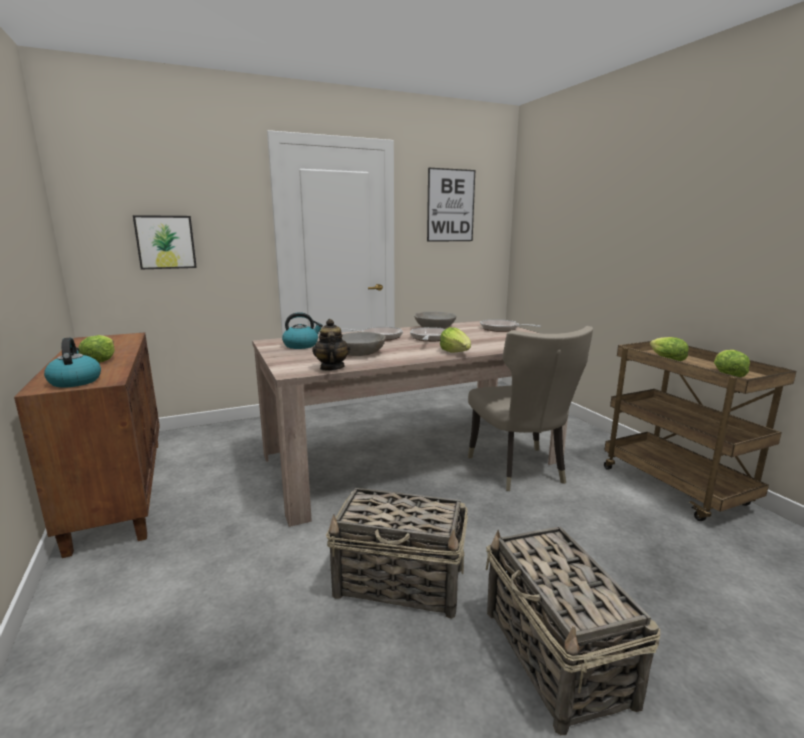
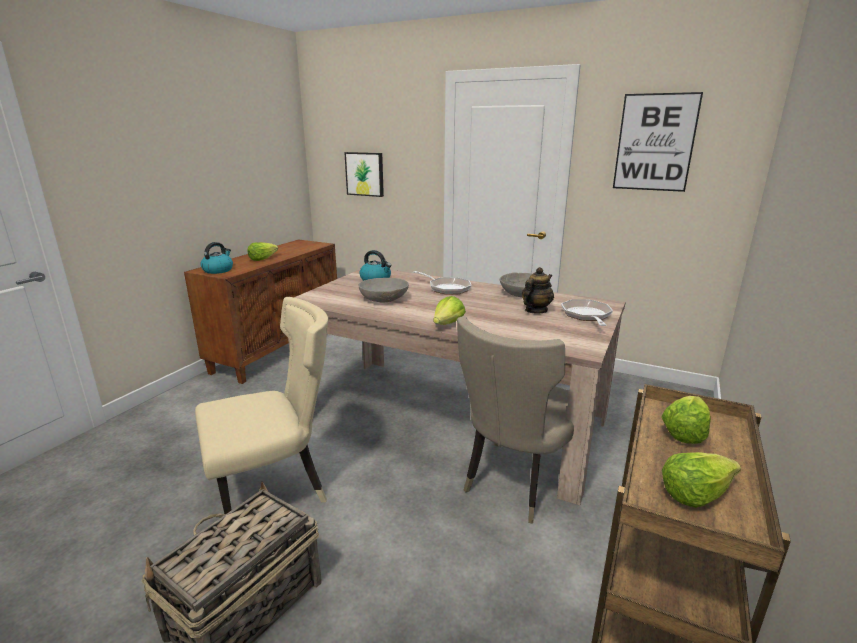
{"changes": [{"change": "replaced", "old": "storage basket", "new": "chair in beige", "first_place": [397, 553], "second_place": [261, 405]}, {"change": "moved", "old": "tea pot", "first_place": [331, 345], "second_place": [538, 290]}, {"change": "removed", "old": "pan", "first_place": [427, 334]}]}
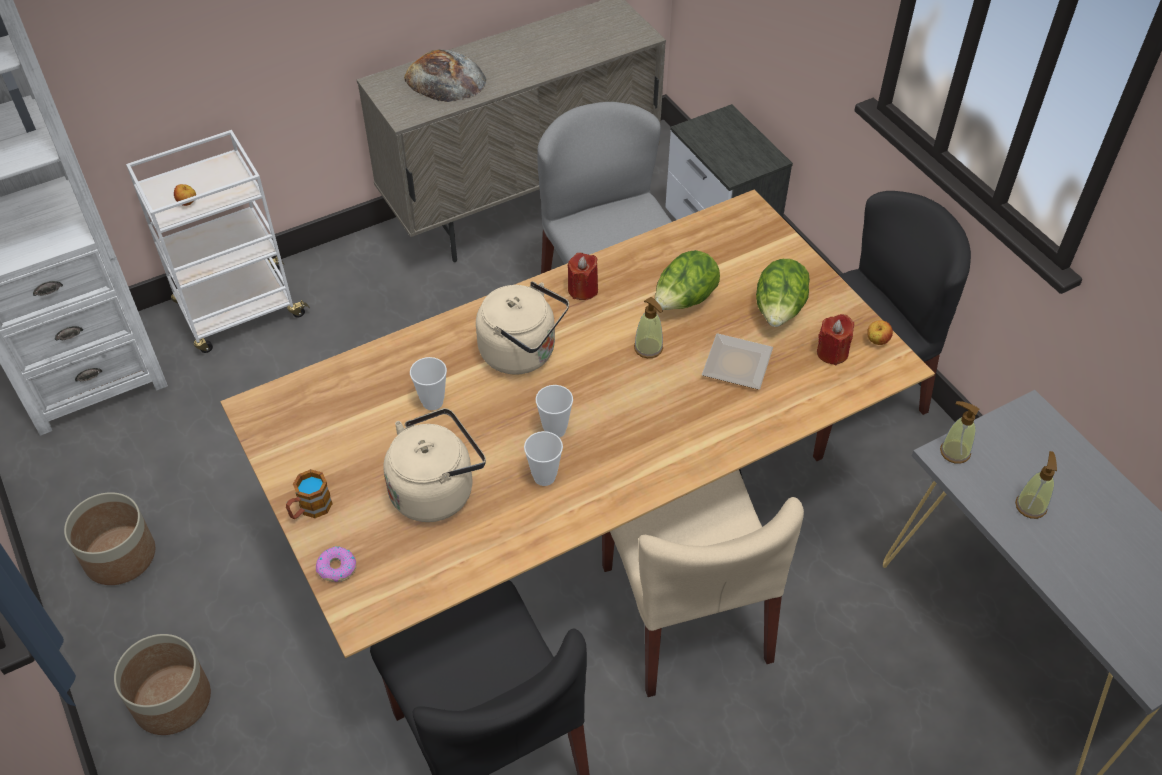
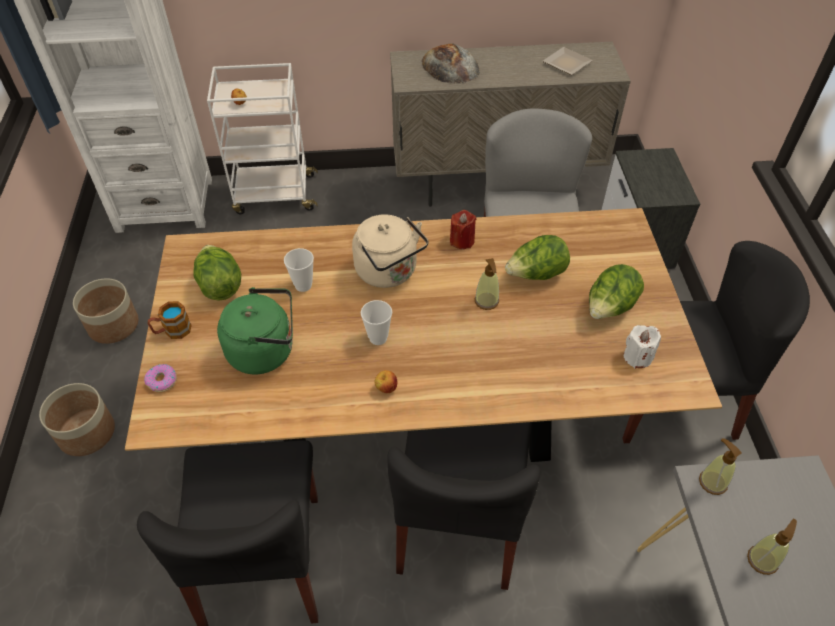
{"changes": [{"change": "added", "new": "head of lettuce", "second_place": [217, 273]}, {"change": "recoloured", "old": "tea kettle in beige", "new": "tea kettle in green-coloured", "first_place": [434, 465], "second_place": [255, 330]}, {"change": "moved", "old": "whole apple", "first_place": [880, 332], "second_place": [385, 381]}, {"change": "recoloured", "old": "chair in beige", "new": "chair in black-coloured", "first_place": [703, 583], "second_place": [463, 506]}, {"change": "moved", "old": "dinner plate", "first_place": [737, 361], "second_place": [568, 61]}, {"change": "recoloured", "old": "candle in reddish", "new": "candle in white", "first_place": [835, 339], "second_place": [642, 347]}, {"change": "removed", "old": "drinking cup", "first_place": [543, 458]}]}
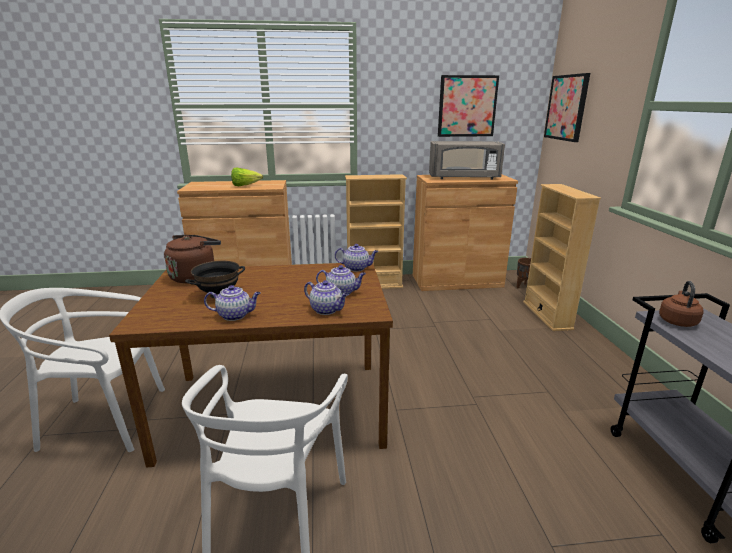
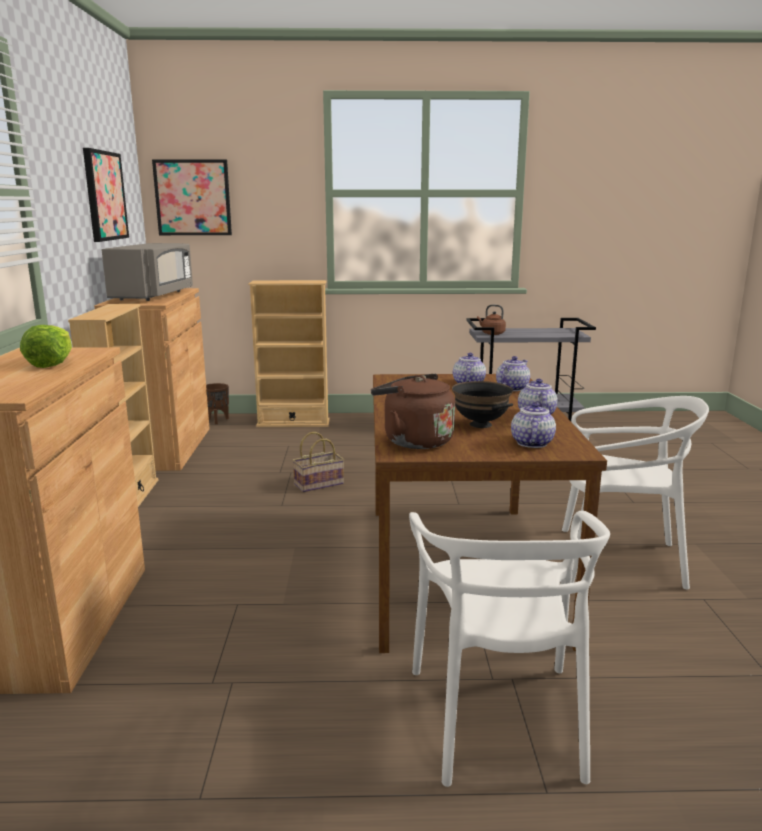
{"changes": [{"change": "added", "new": "storage basket", "second_place": [318, 462]}, {"change": "moved", "old": "tea pot", "first_place": [356, 258], "second_place": [533, 425]}]}
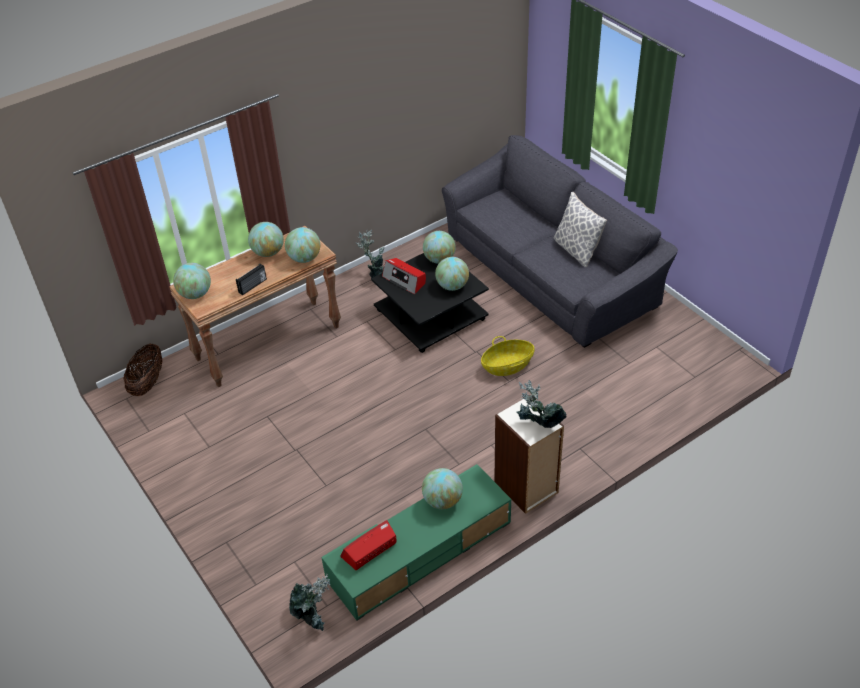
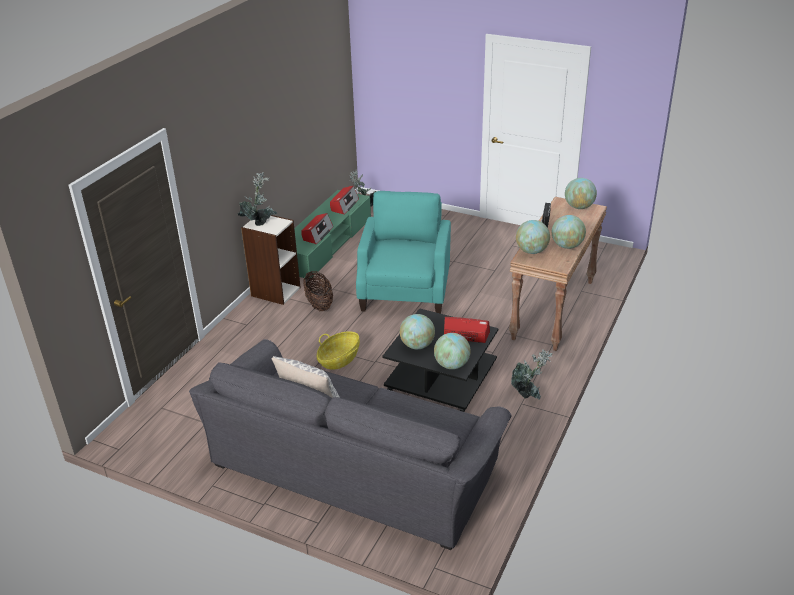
{"changes": [{"change": "replaced", "old": "world globe", "new": "radio set", "first_place": [442, 488], "second_place": [317, 228]}, {"change": "moved", "old": "storage basket", "first_place": [143, 370], "second_place": [318, 291]}, {"change": "added", "new": "easy chair in turquoise", "second_place": [403, 252]}]}
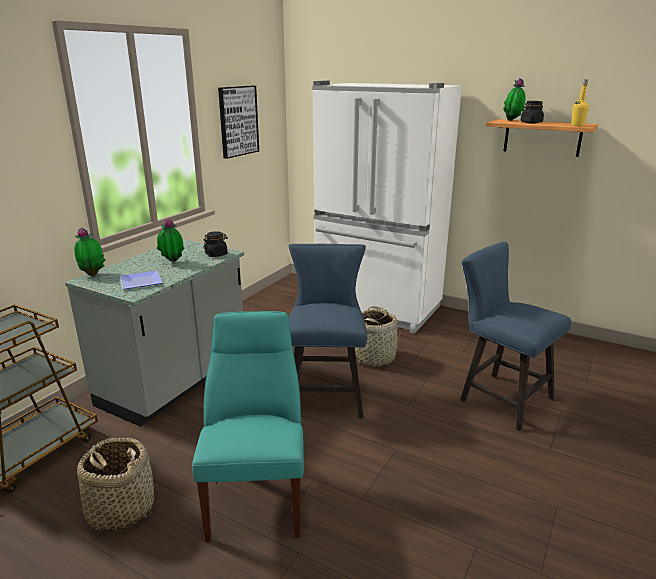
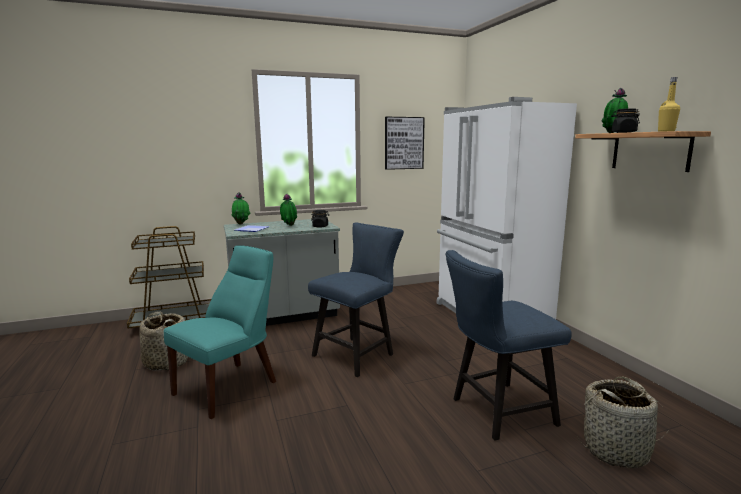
{"changes": [{"change": "turned", "old": "chair in blue-coloured", "first_place": [515, 336], "second_place": [509, 345], "degrees": -105}, {"change": "moved", "old": "storage basket", "first_place": [376, 336], "second_place": [623, 422]}]}
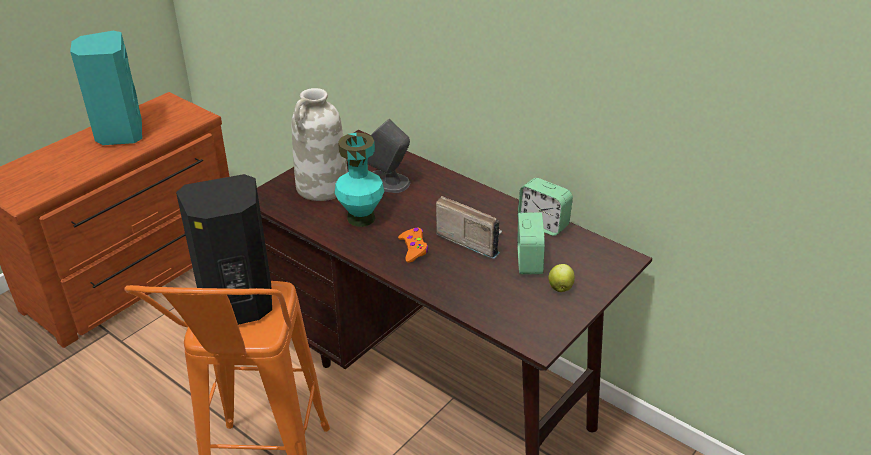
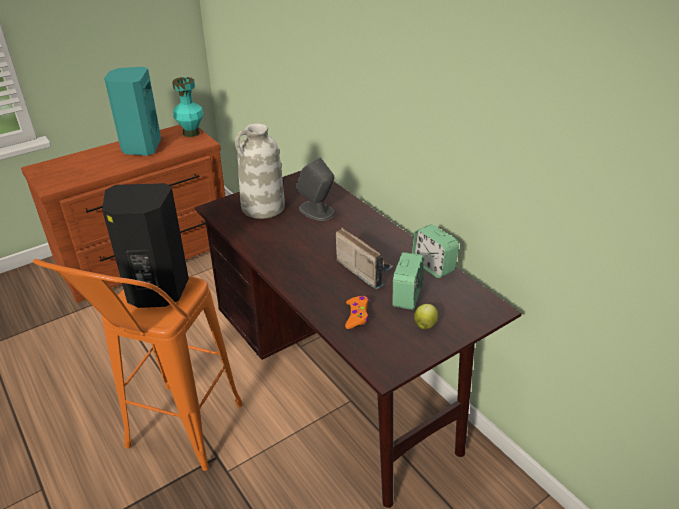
{"changes": [{"change": "moved", "old": "vase in turquoise", "first_place": [359, 180], "second_place": [188, 107]}, {"change": "moved", "old": "game controller in orangey", "first_place": [413, 245], "second_place": [357, 312]}]}
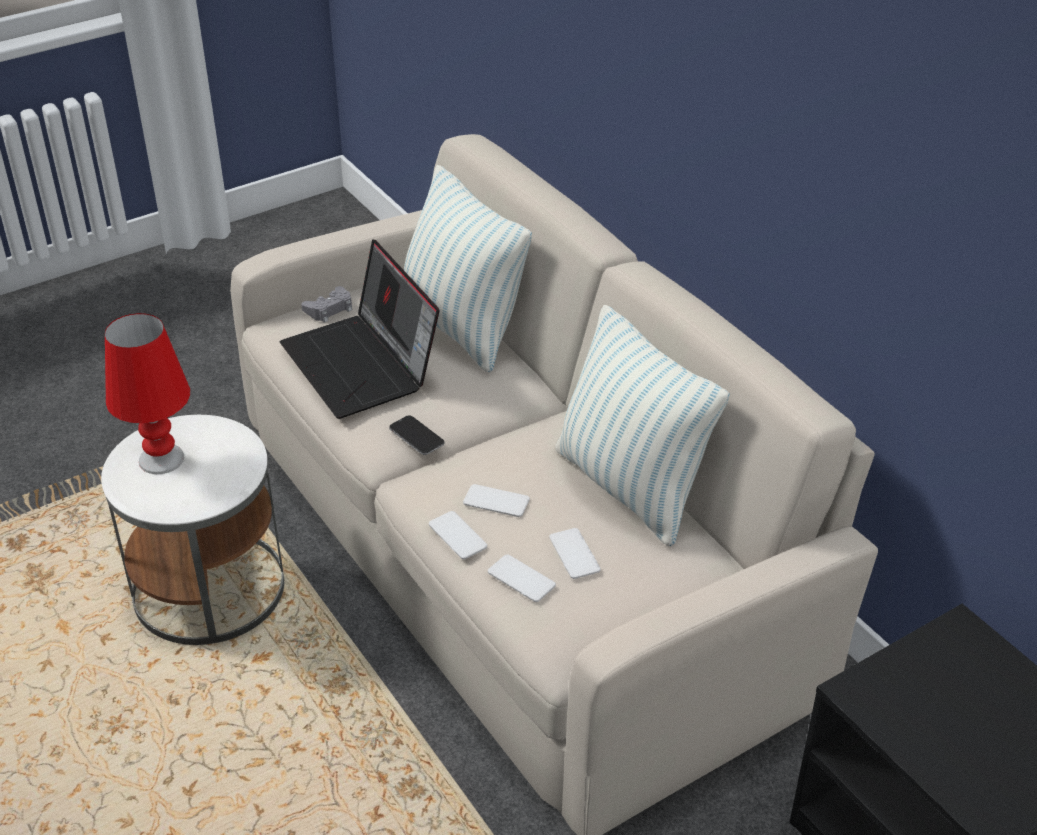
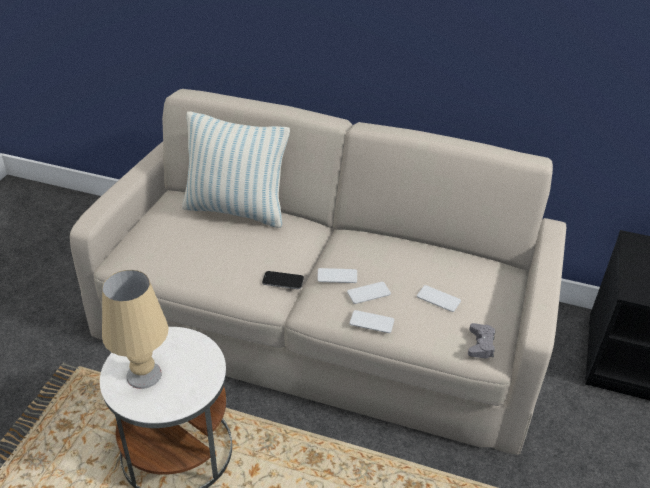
{"changes": [{"change": "recoloured", "old": "table lamp in reddish", "new": "table lamp in beige", "first_place": [147, 393], "second_place": [135, 329]}, {"change": "moved", "old": "telephone", "first_place": [522, 578], "second_place": [337, 275]}, {"change": "moved", "old": "game controller in gray", "first_place": [326, 304], "second_place": [481, 341]}, {"change": "removed", "old": "notebook computer", "first_place": [359, 329]}, {"change": "removed", "old": "cushion", "first_place": [642, 425]}]}
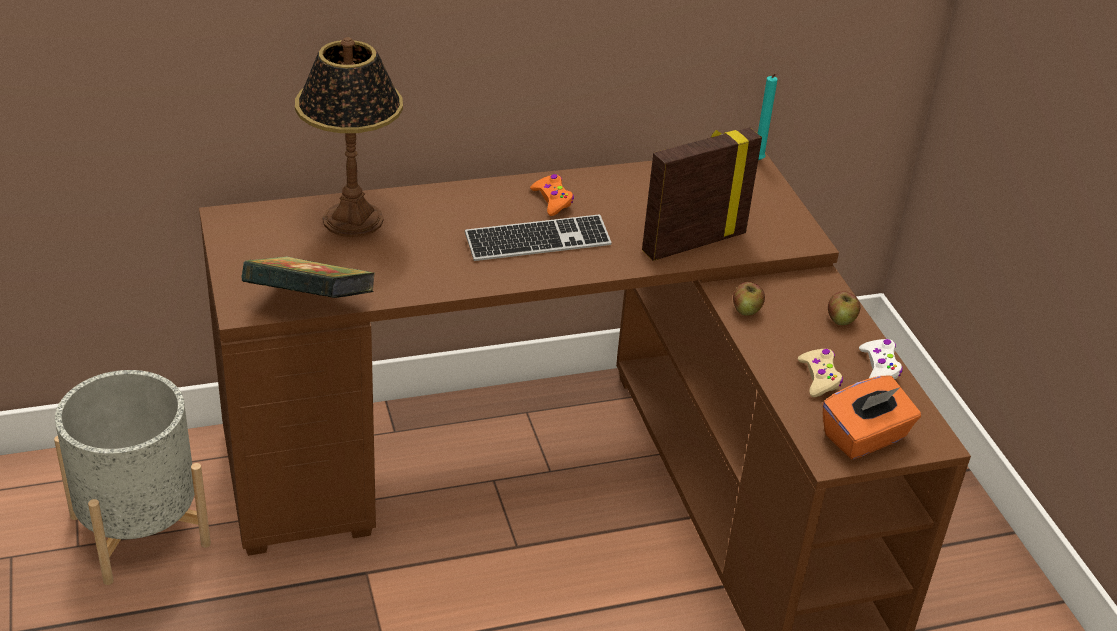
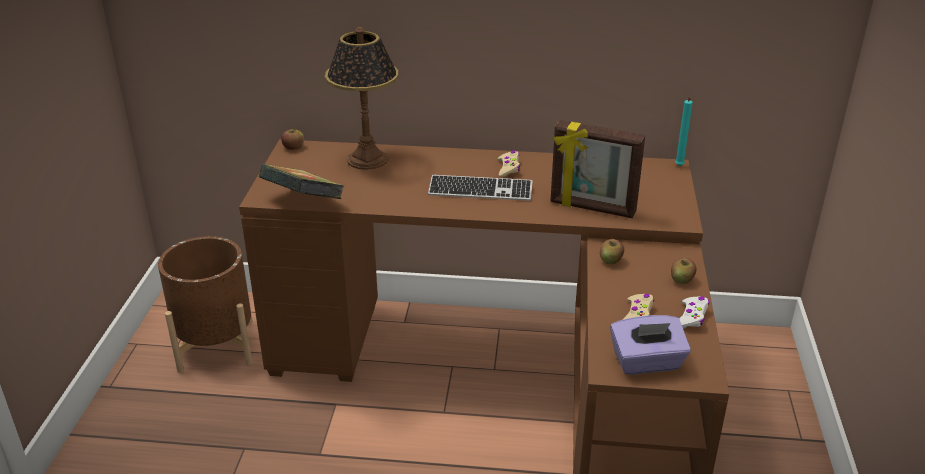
{"changes": [{"change": "recoloured", "old": "plant pot in gray", "new": "plant pot in brown-coloured", "first_place": [132, 477], "second_place": [205, 304]}, {"change": "added", "new": "whole apple", "second_place": [292, 139]}, {"change": "recoloured", "old": "game controller in orangey", "new": "game controller in beige", "first_place": [552, 195], "second_place": [508, 163]}, {"change": "turned", "old": "picture frame", "first_place": [702, 194], "second_place": [597, 169], "degrees": -150}, {"change": "recoloured", "old": "tissue box in orangey", "new": "tissue box in purplish", "first_place": [871, 417], "second_place": [650, 345]}]}
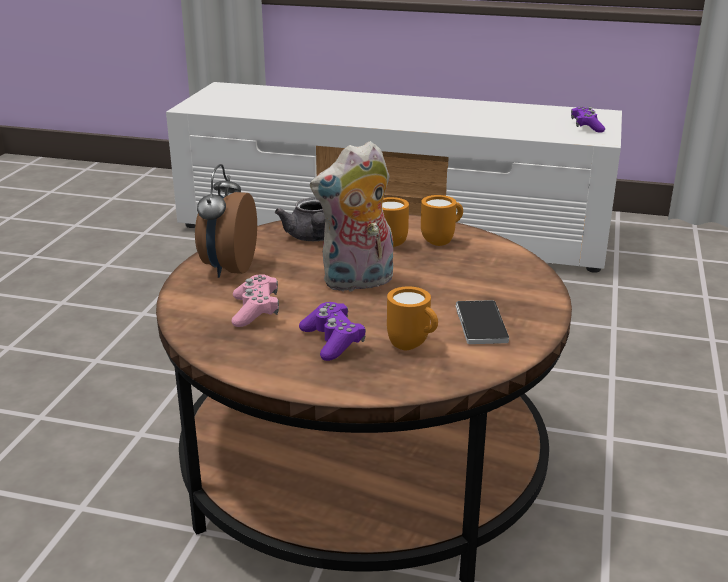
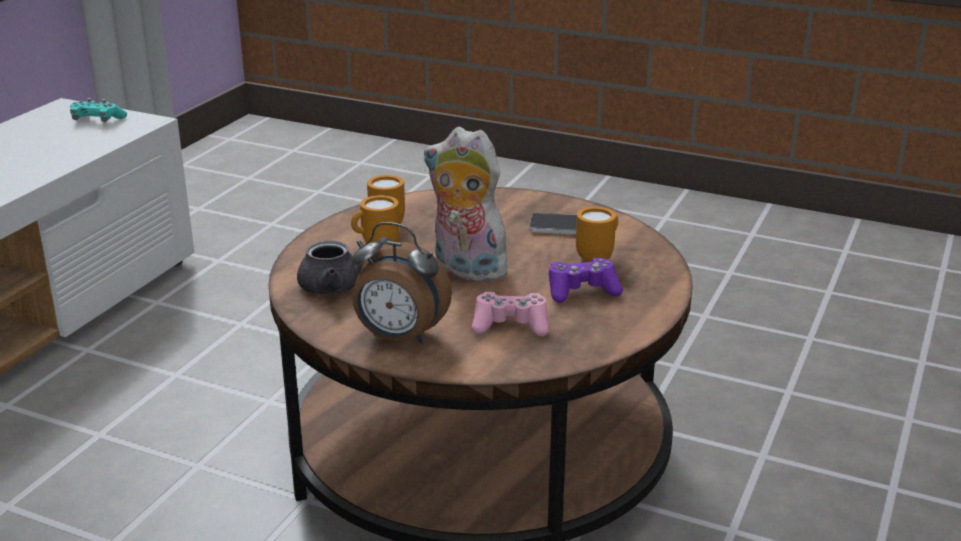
{"changes": [{"change": "recoloured", "old": "game controller in purplish", "new": "game controller in turquoise", "first_place": [588, 120], "second_place": [98, 110]}, {"change": "turned", "old": "soft toy", "first_place": [351, 216], "second_place": [469, 204], "degrees": 135}]}
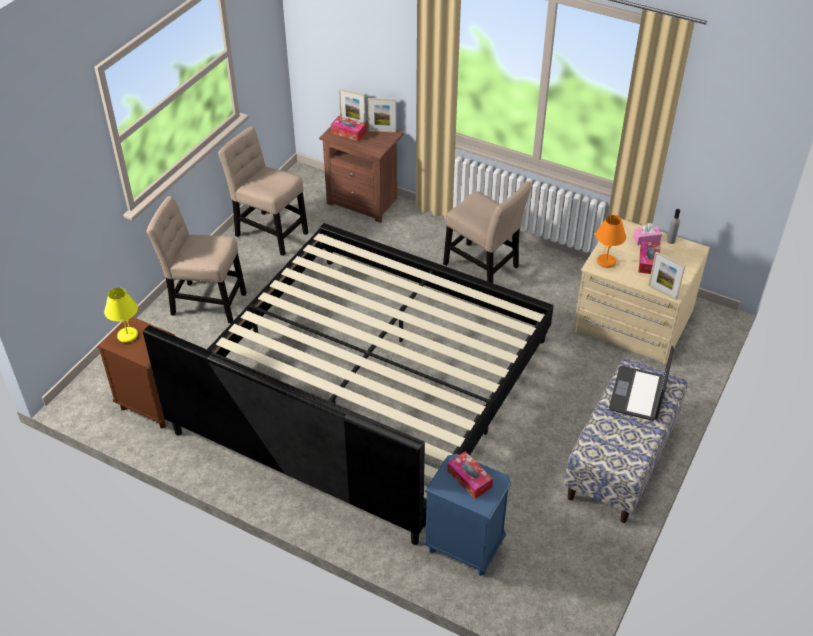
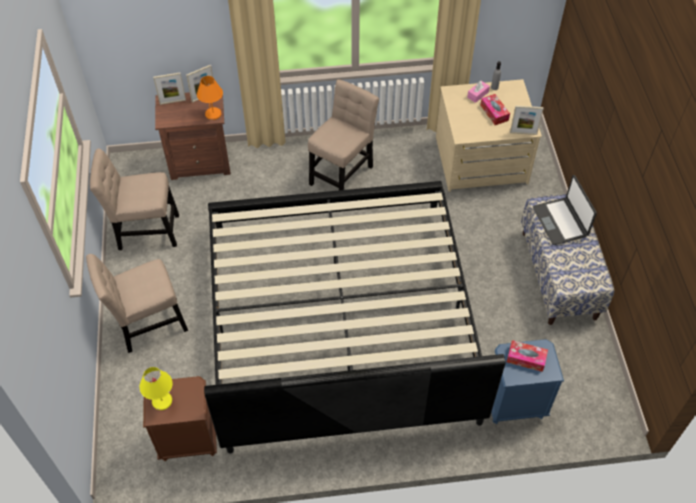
{"changes": [{"change": "moved", "old": "table lamp in orangey", "first_place": [610, 241], "second_place": [210, 98]}, {"change": "turned", "old": "chair in beige", "first_place": [487, 232], "second_place": [343, 134], "degrees": -60}, {"change": "removed", "old": "tissue box", "first_place": [348, 128]}]}
